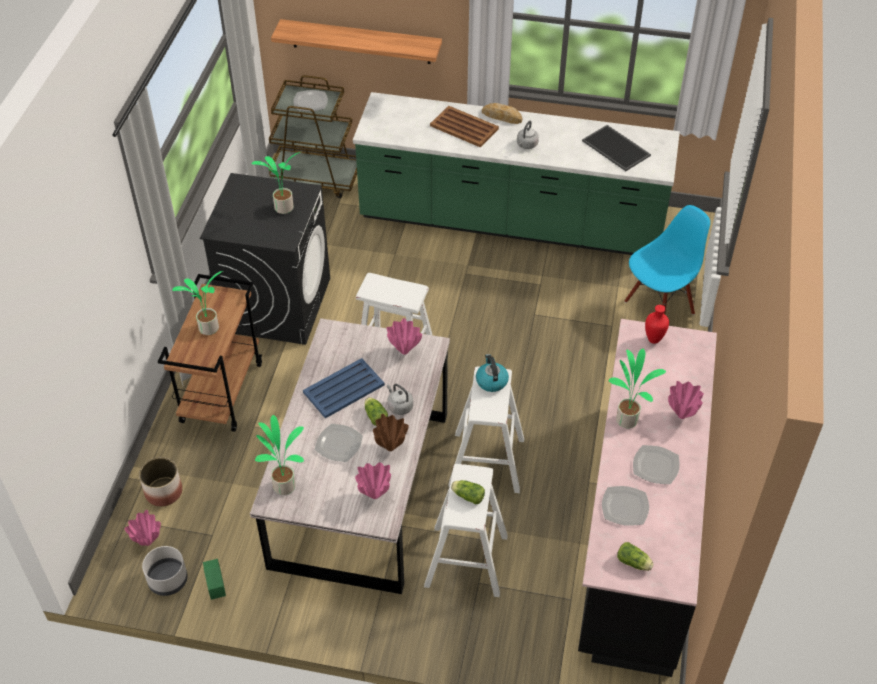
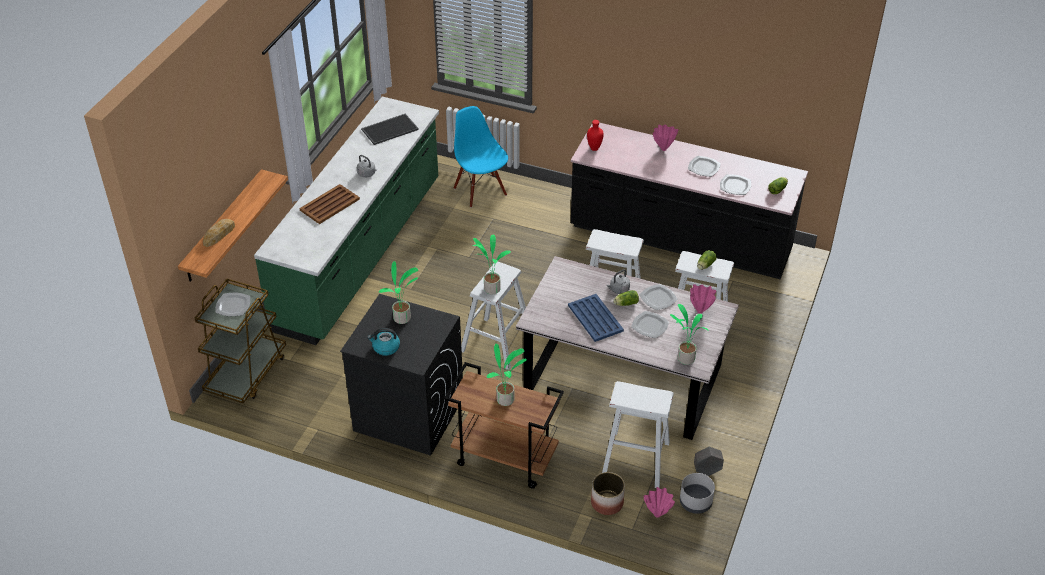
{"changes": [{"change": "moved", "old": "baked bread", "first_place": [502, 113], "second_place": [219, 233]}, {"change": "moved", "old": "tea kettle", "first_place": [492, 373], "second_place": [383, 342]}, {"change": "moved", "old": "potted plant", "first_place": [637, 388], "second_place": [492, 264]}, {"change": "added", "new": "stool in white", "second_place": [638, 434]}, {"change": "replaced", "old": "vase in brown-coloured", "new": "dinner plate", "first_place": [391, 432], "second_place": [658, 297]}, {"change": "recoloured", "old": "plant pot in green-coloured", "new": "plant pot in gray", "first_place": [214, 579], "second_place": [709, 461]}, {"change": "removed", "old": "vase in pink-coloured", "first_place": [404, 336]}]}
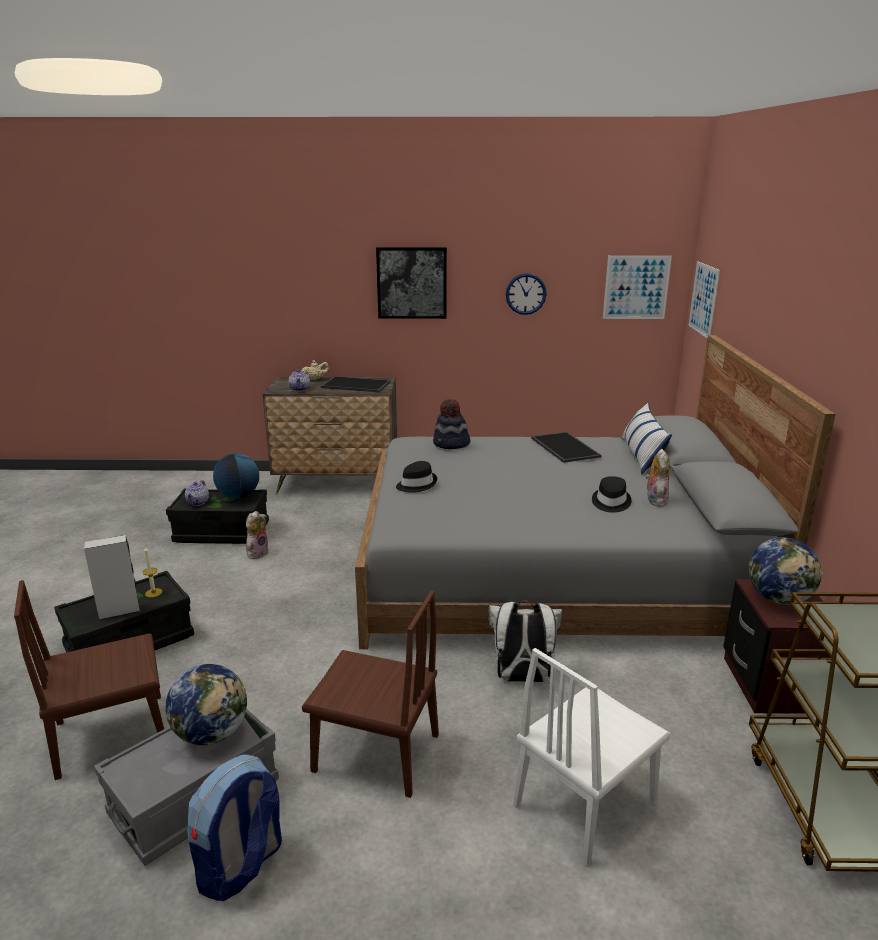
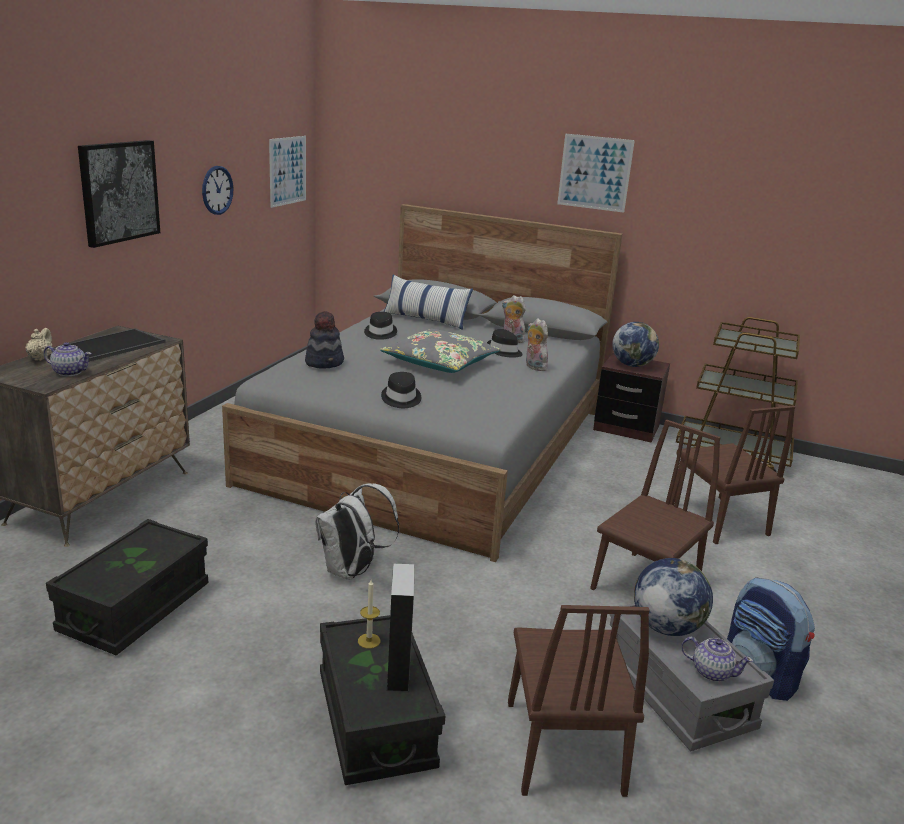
{"changes": [{"change": "moved", "old": "rucksack in white", "first_place": [525, 641], "second_place": [357, 531]}, {"change": "replaced", "old": "carrying tray", "new": "hat in black-coloured", "first_place": [566, 447], "second_place": [380, 326]}, {"change": "added", "new": "cushion in gray", "second_place": [440, 351]}, {"change": "moved", "old": "soft toy", "first_place": [257, 535], "second_place": [537, 344]}, {"change": "moved", "old": "wall picture", "first_place": [704, 299], "second_place": [596, 173]}, {"change": "recoloured", "old": "chair in white", "new": "chair in brown-coloured", "first_place": [592, 757], "second_place": [732, 475]}, {"change": "moved", "old": "tea pot", "first_place": [197, 493], "second_place": [717, 659]}, {"change": "removed", "old": "world globe", "first_place": [236, 475]}]}
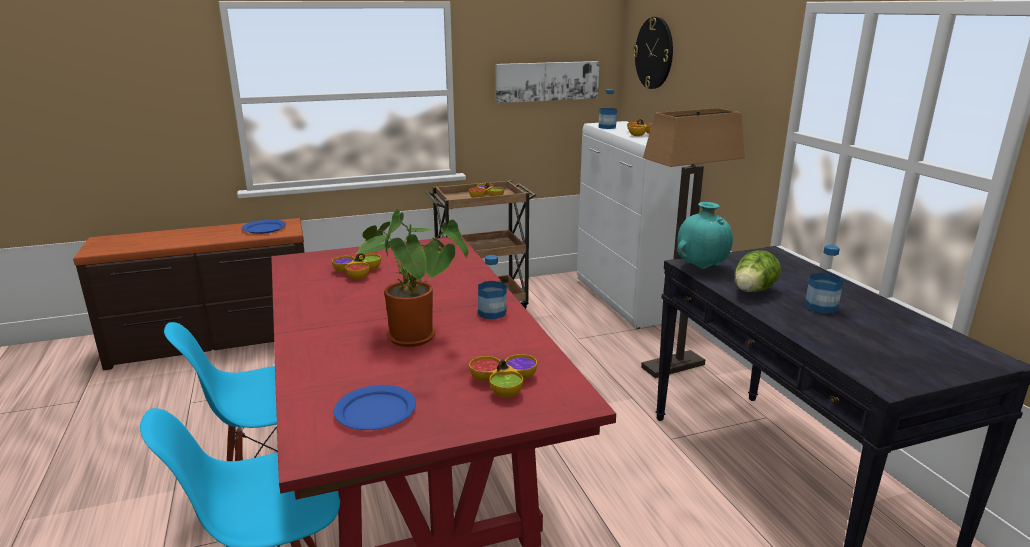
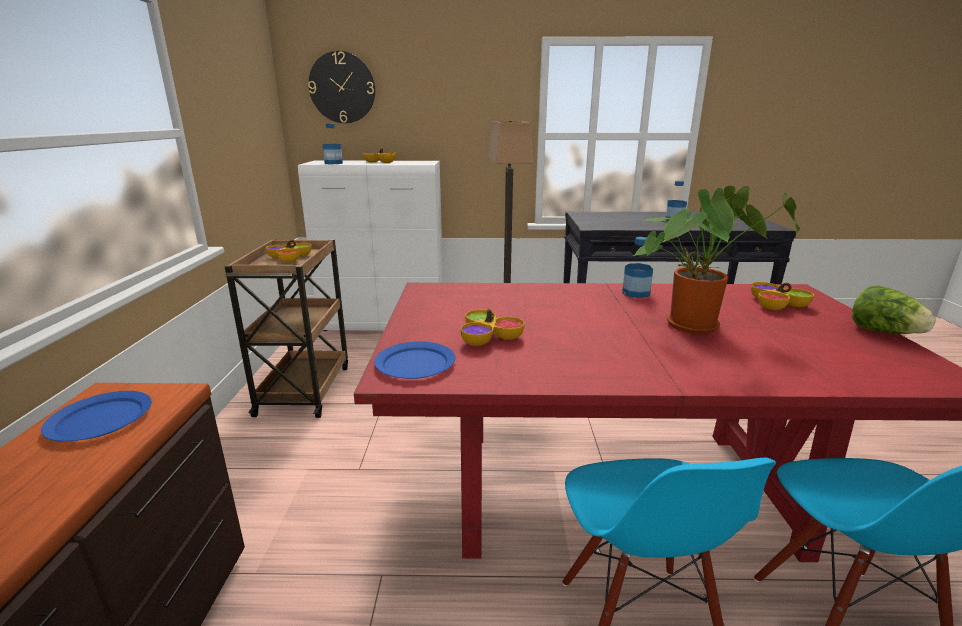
{"changes": [{"change": "moved", "old": "dinner plate in blue-coloured", "first_place": [375, 407], "second_place": [414, 360]}, {"change": "moved", "old": "head of lettuce", "first_place": [758, 271], "second_place": [894, 309]}, {"change": "removed", "old": "wall picture", "first_place": [547, 82]}, {"change": "removed", "old": "vase in turquoise", "first_place": [705, 235]}]}
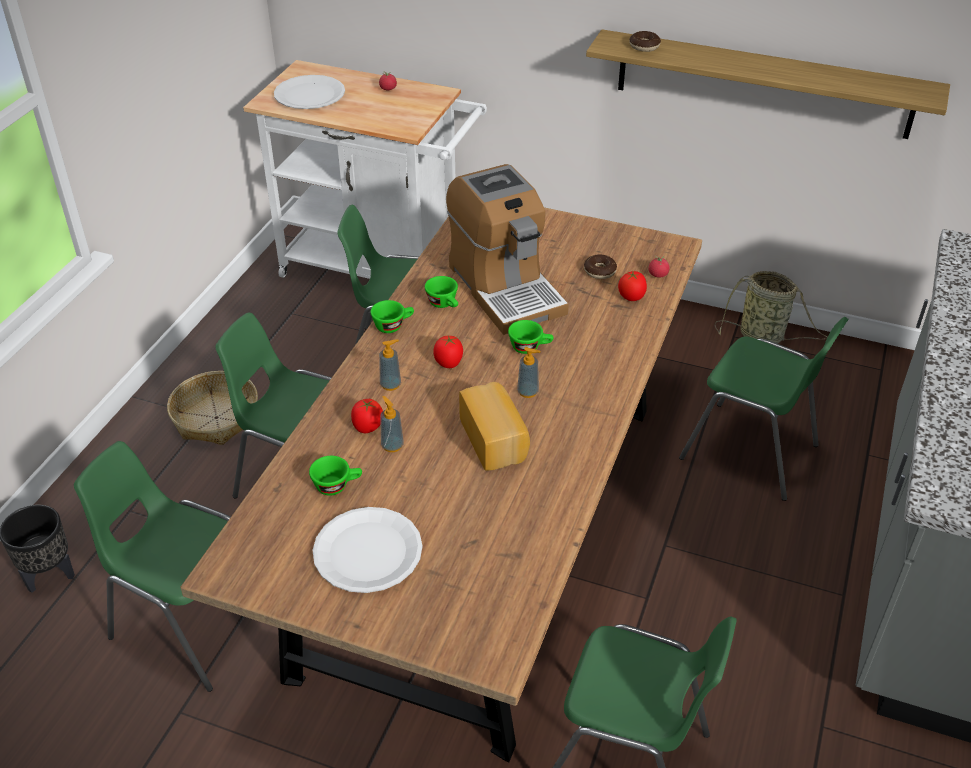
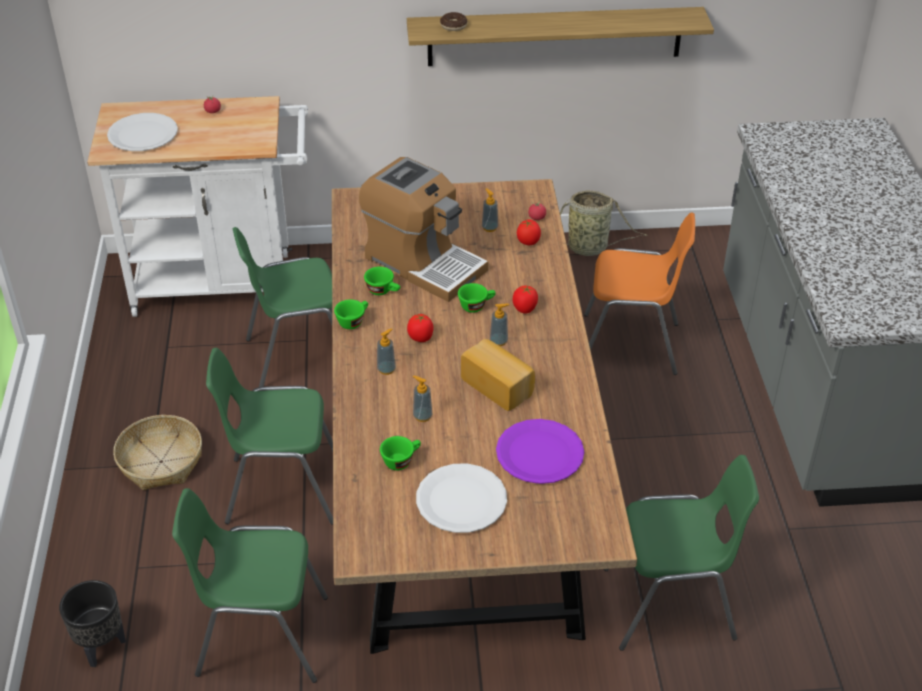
{"changes": [{"change": "replaced", "old": "doughnut", "new": "soap bottle", "first_place": [600, 266], "second_place": [490, 210]}, {"change": "added", "new": "dinner plate in purplish", "second_place": [540, 451]}, {"change": "moved", "old": "tomato", "first_place": [367, 416], "second_place": [525, 299]}, {"change": "recoloured", "old": "chair in green-coloured", "new": "chair in orangey", "first_place": [764, 409], "second_place": [639, 293]}]}
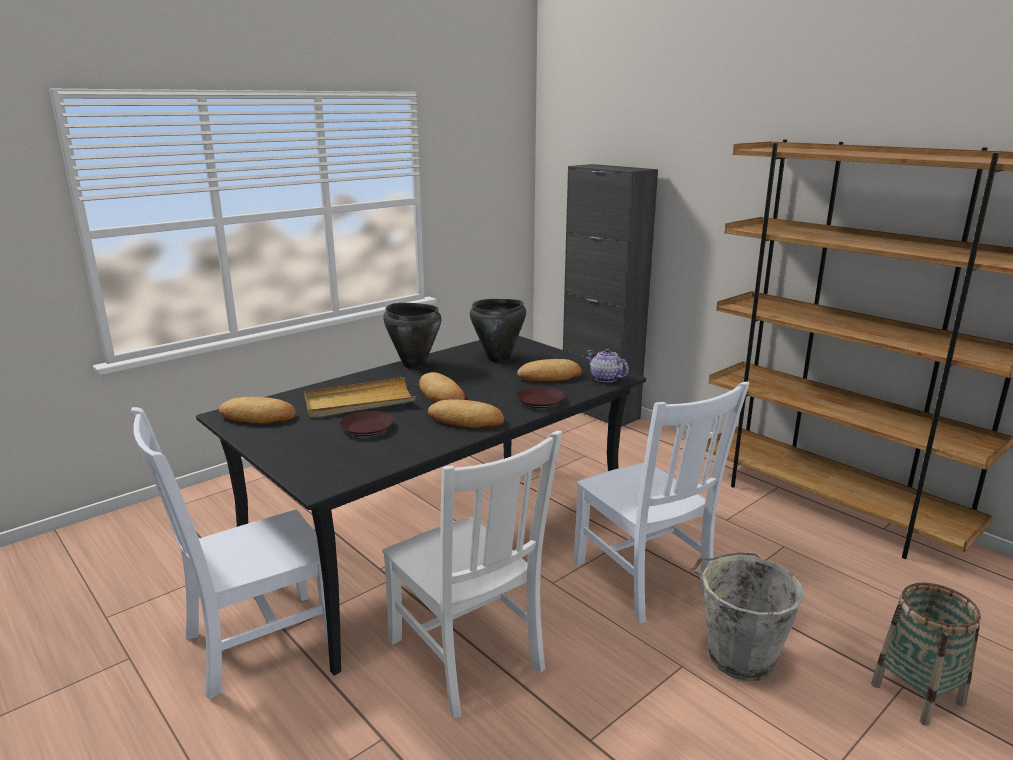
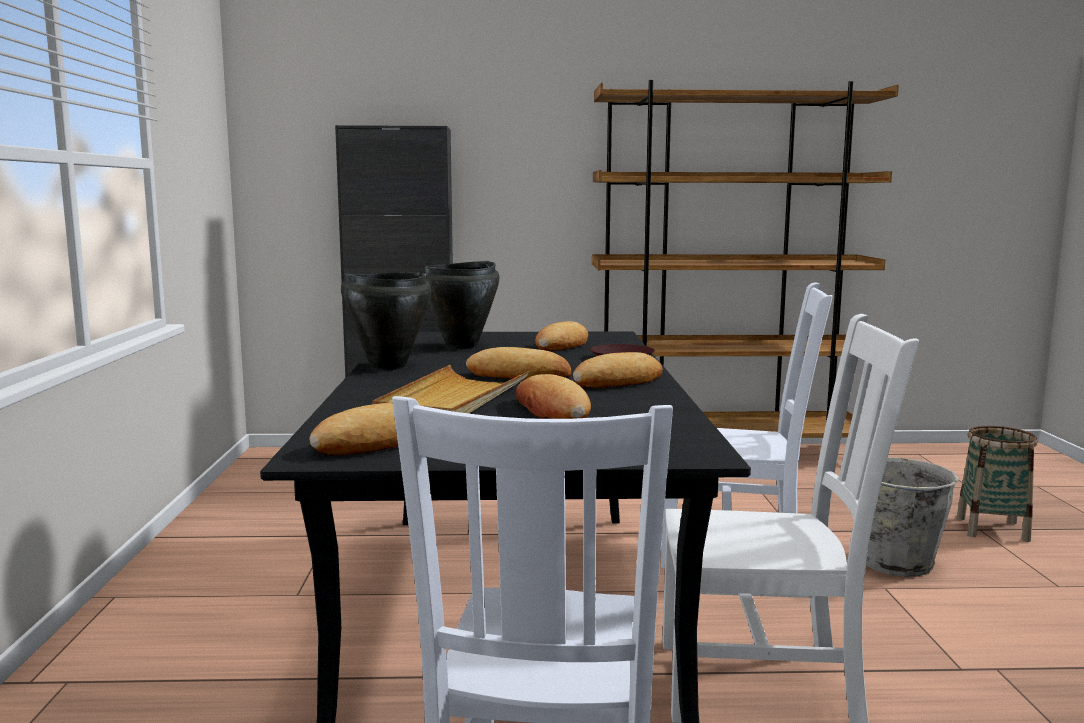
{"changes": [{"change": "replaced", "old": "dinner plate in brown-coloured", "new": "baked bread", "first_place": [367, 423], "second_place": [553, 396]}, {"change": "removed", "old": "tea pot", "first_place": [608, 365]}]}
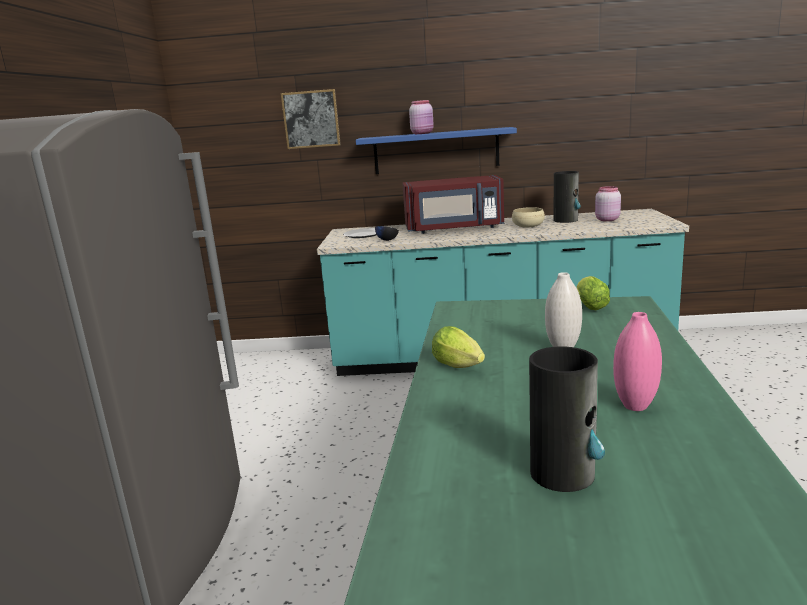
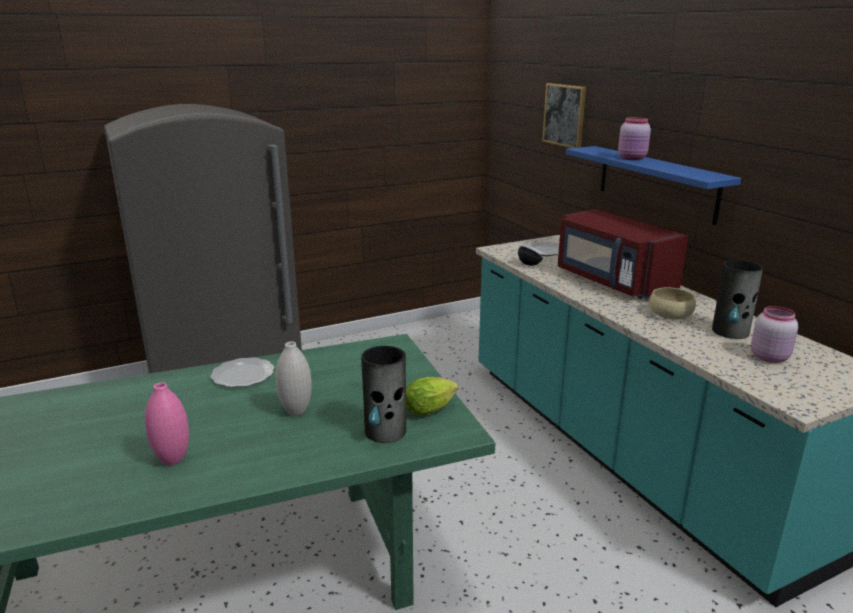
{"changes": [{"change": "replaced", "old": "head of lettuce", "new": "dinner plate", "first_place": [458, 347], "second_place": [243, 372]}, {"change": "moved", "old": "vase", "first_place": [567, 419], "second_place": [383, 394]}]}
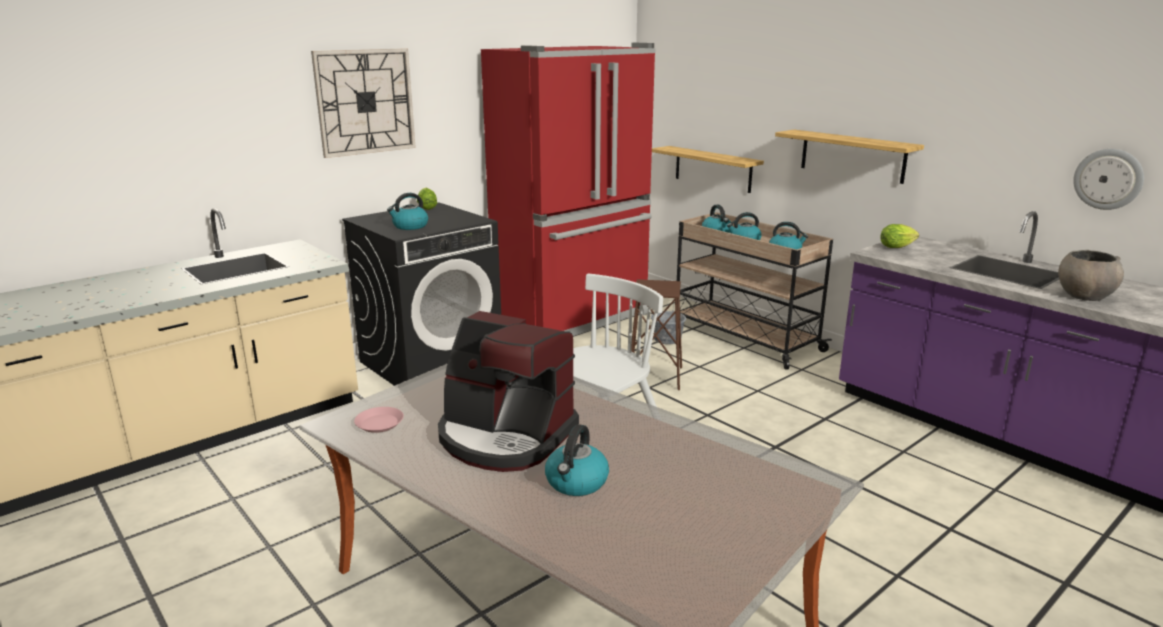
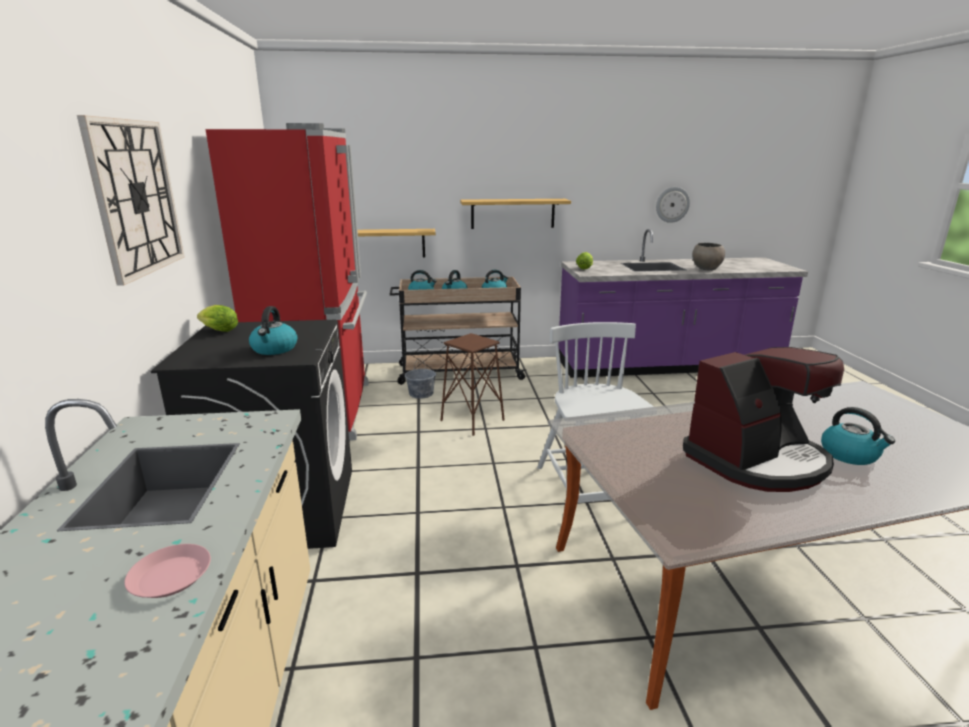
{"changes": [{"change": "moved", "old": "dinner plate in pink-coloured", "first_place": [379, 420], "second_place": [167, 571]}]}
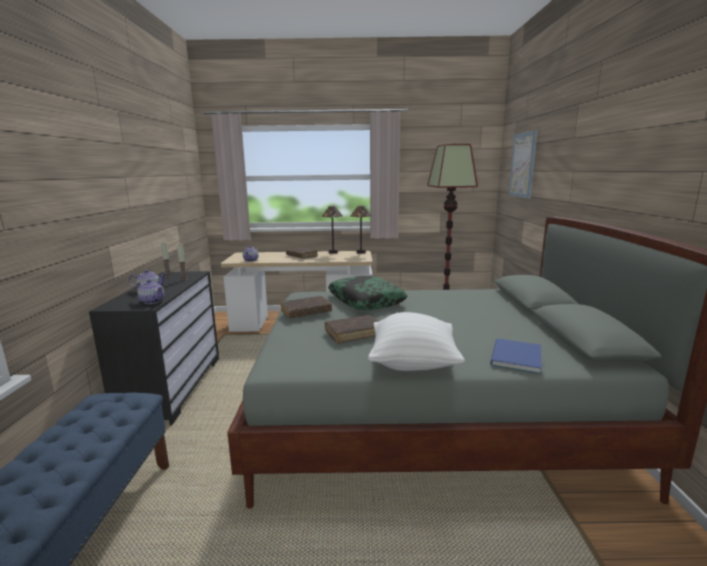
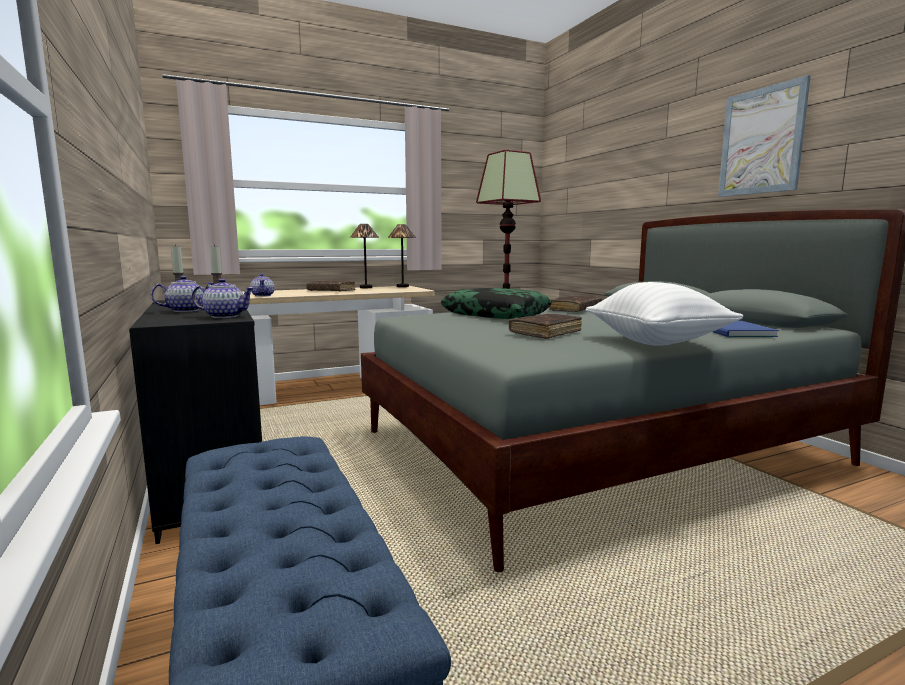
{"changes": [{"change": "moved", "old": "bound book in brown-coloured", "first_place": [306, 307], "second_place": [575, 303]}, {"change": "moved", "old": "wall picture", "first_place": [523, 164], "second_place": [764, 136]}]}
